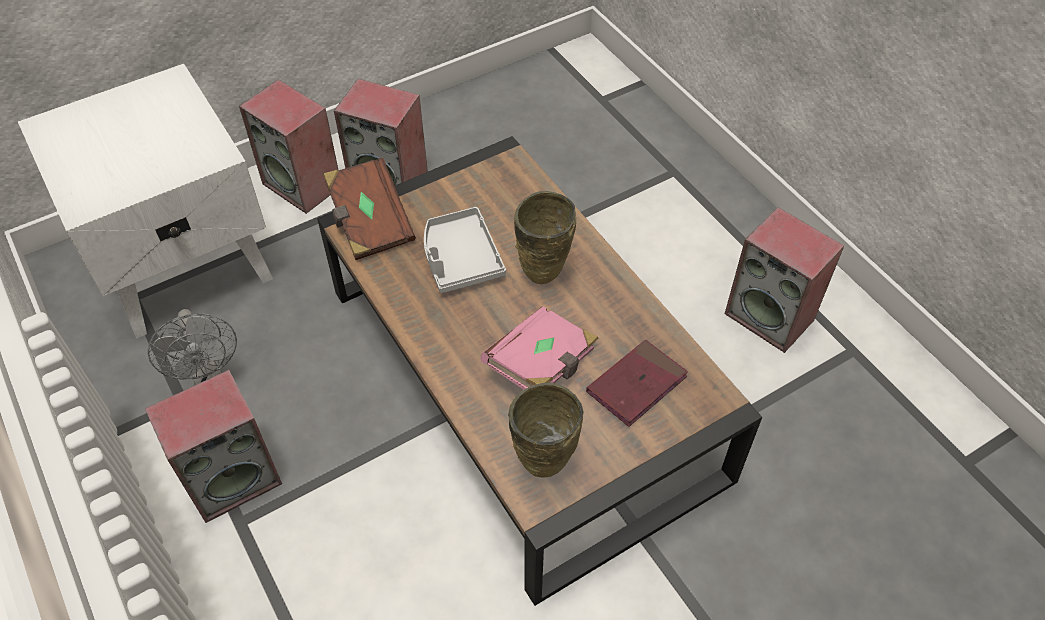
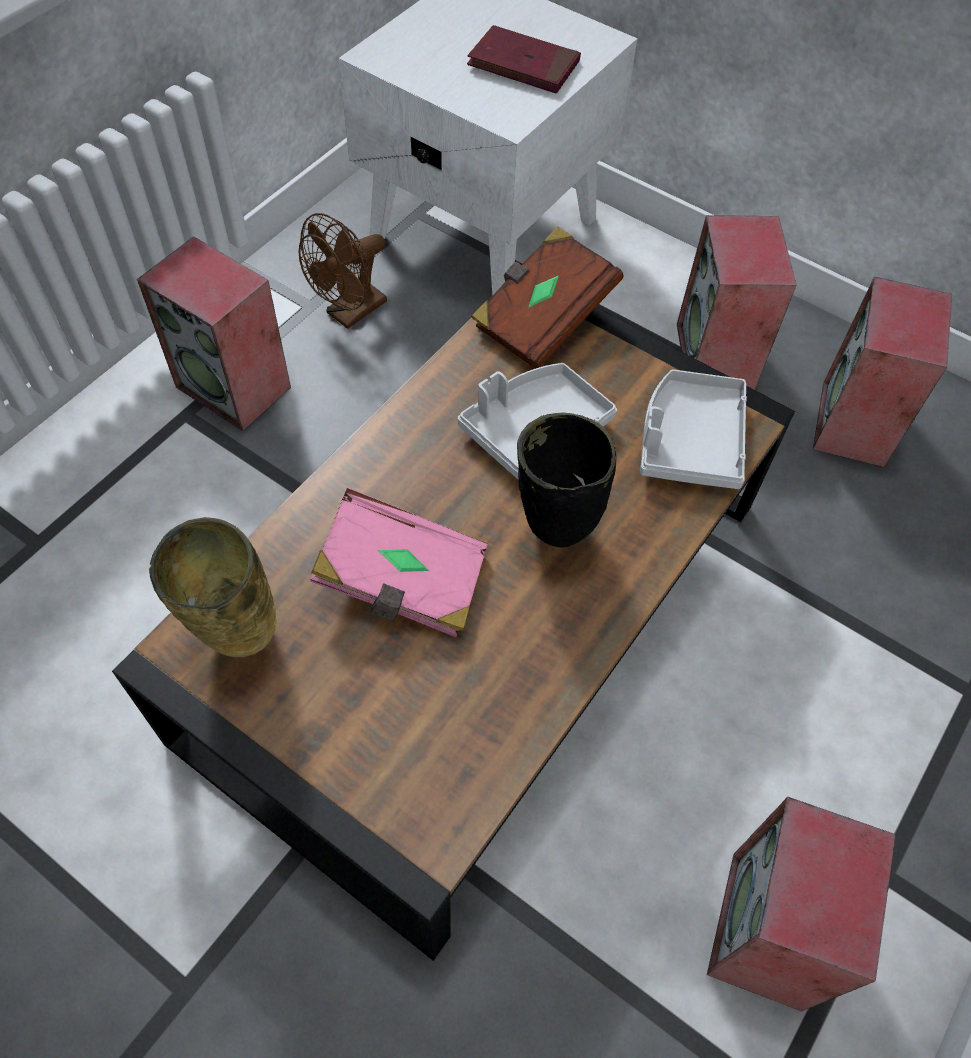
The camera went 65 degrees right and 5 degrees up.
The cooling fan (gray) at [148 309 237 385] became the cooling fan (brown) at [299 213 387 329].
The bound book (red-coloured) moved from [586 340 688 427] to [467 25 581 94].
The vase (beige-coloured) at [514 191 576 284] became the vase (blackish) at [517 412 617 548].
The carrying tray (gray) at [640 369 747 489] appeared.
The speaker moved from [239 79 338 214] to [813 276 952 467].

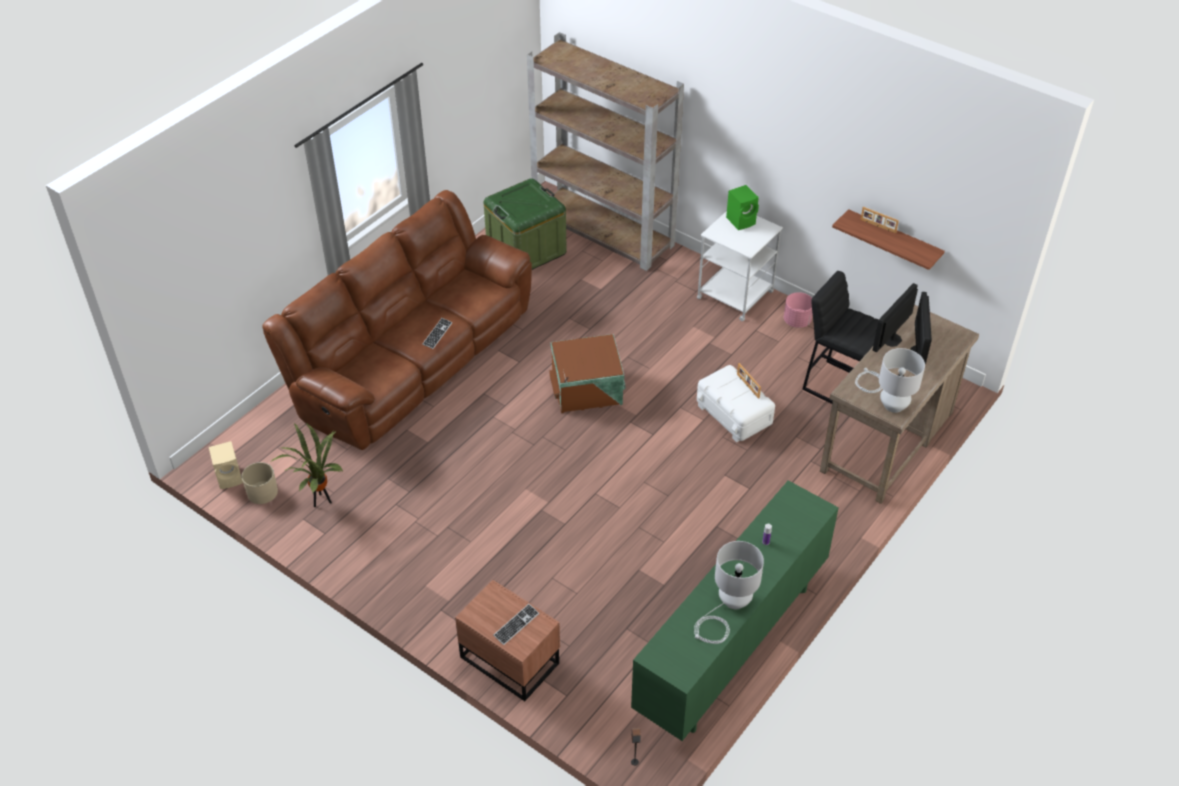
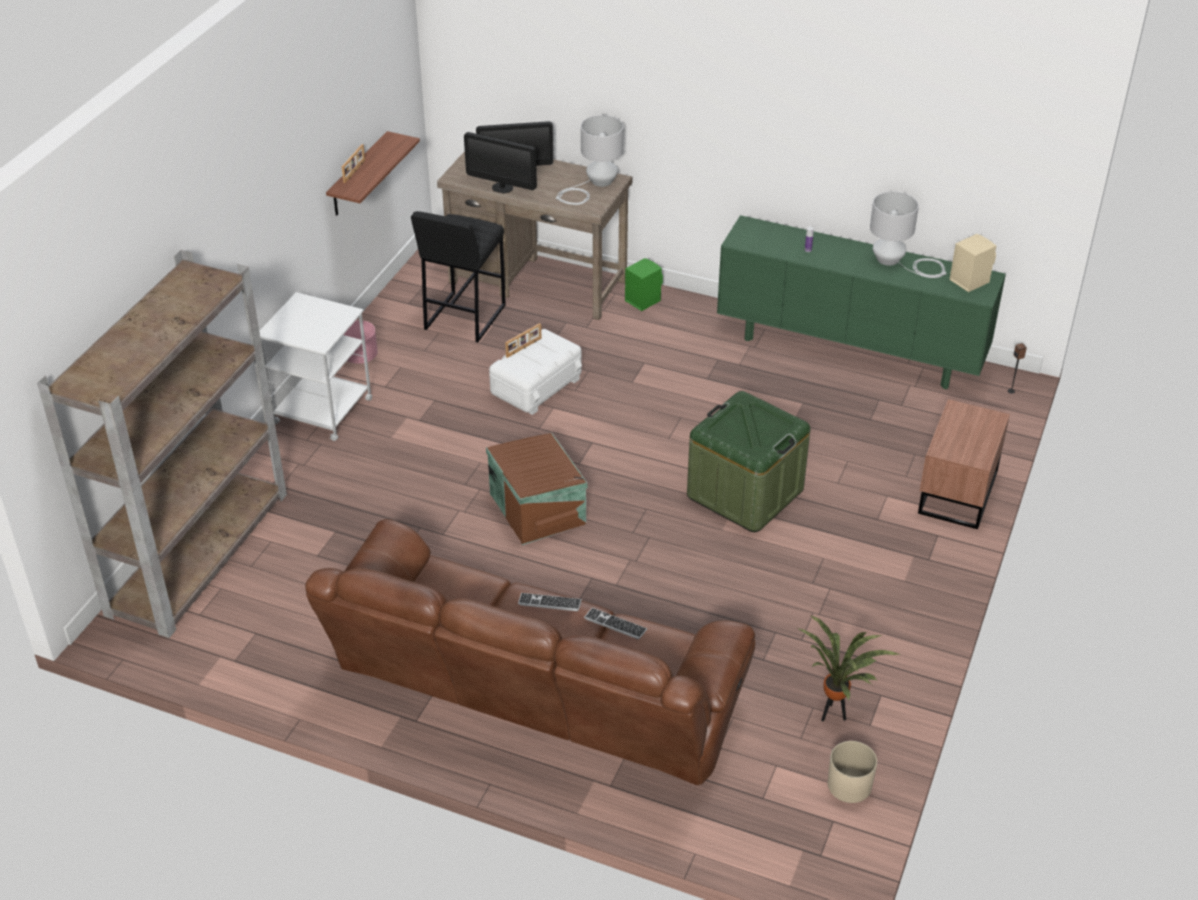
The camera went 105 degrees left and 5 degrees down.
The keyboard moved from [493 604 539 645] to [584 608 647 640].
The speaker (green) moved from [726 185 759 230] to [625 258 663 311].
The storage bin (green) moved from [484 178 567 270] to [687 391 810 532].
The speaker (beige-coloured) moved from [209 441 243 489] to [949 234 996 292].

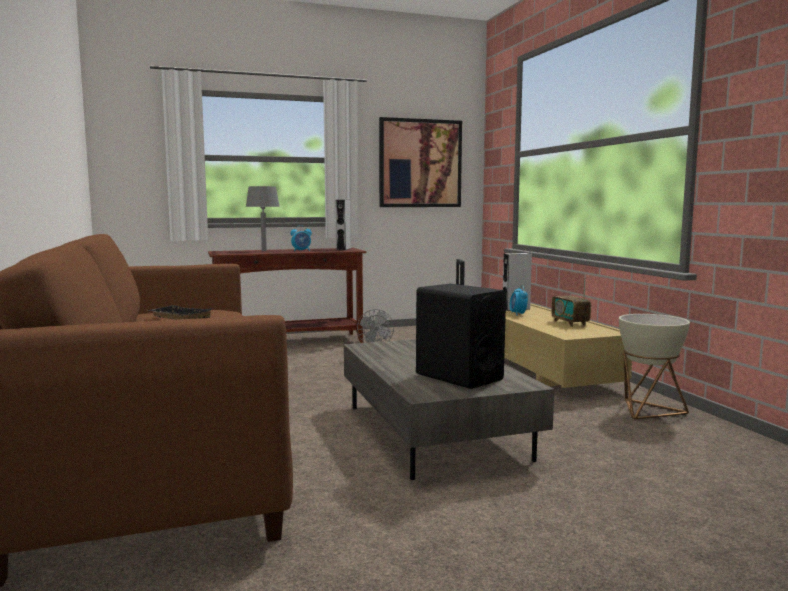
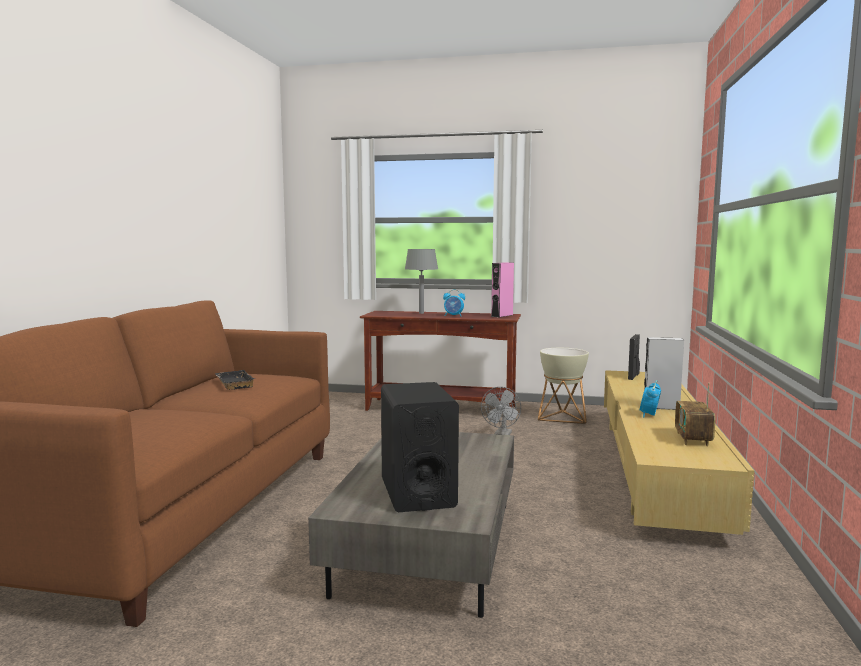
The camera went 30 degrees right and 0 degrees up.
The speaker (gray) at [336 200 351 250] became the speaker (pink) at [491 262 514 318].
The plant pot moved from [619 314 690 419] to [538 348 589 424].
The picture at [379 117 462 207] disappeared.

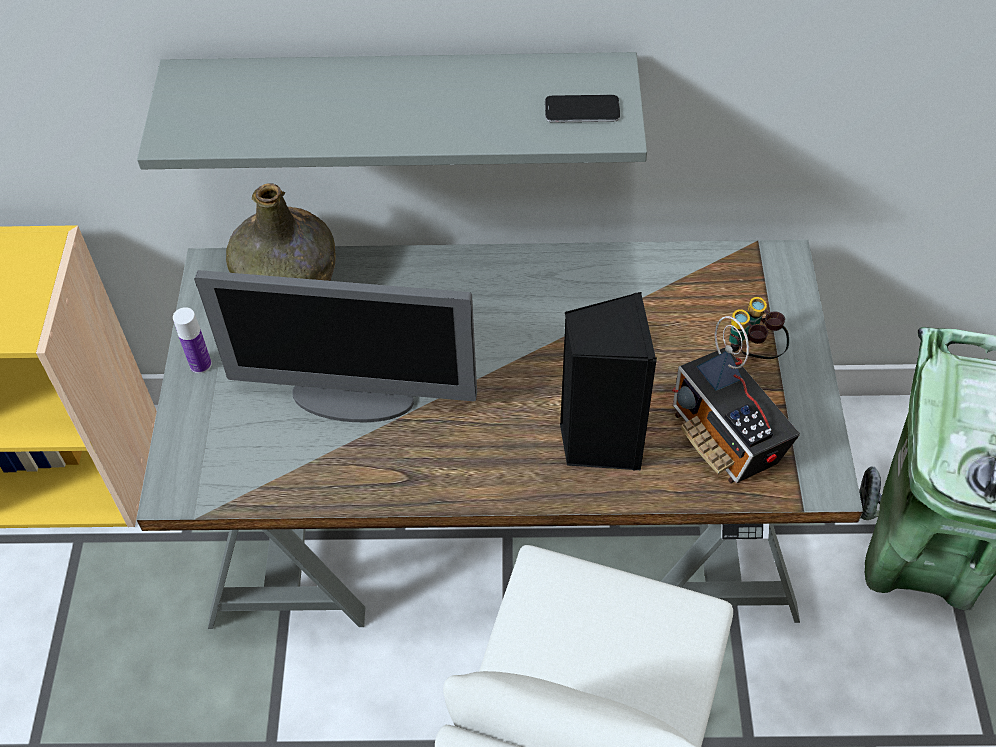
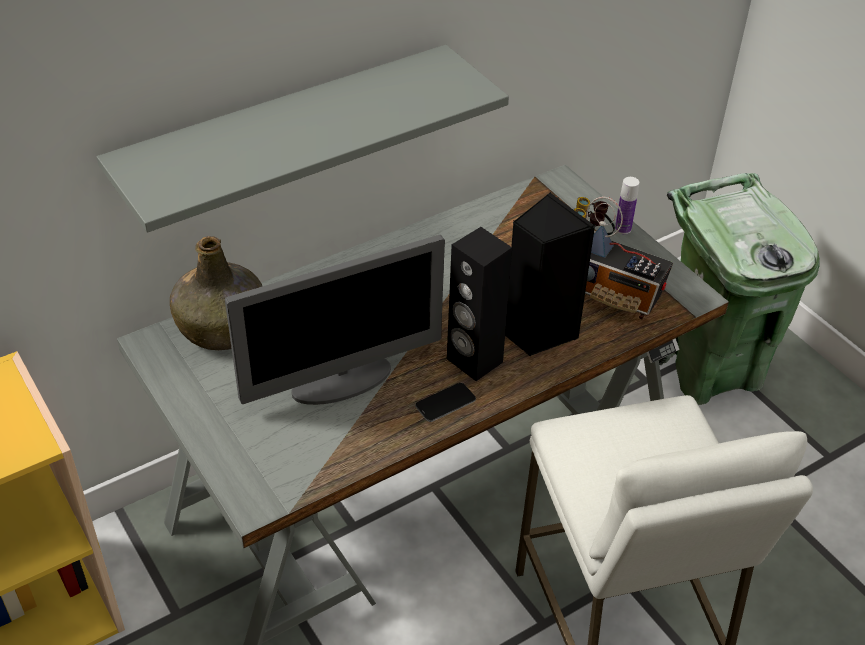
The camera went 35 degrees left and 10 degrees down.
The telephone moved from [545 95 620 123] to [415 383 476 422].
The speaker (blackish) at [447 227 512 381] appeared.
The drink bottle moved from [173 307 212 374] to [615 177 639 234].

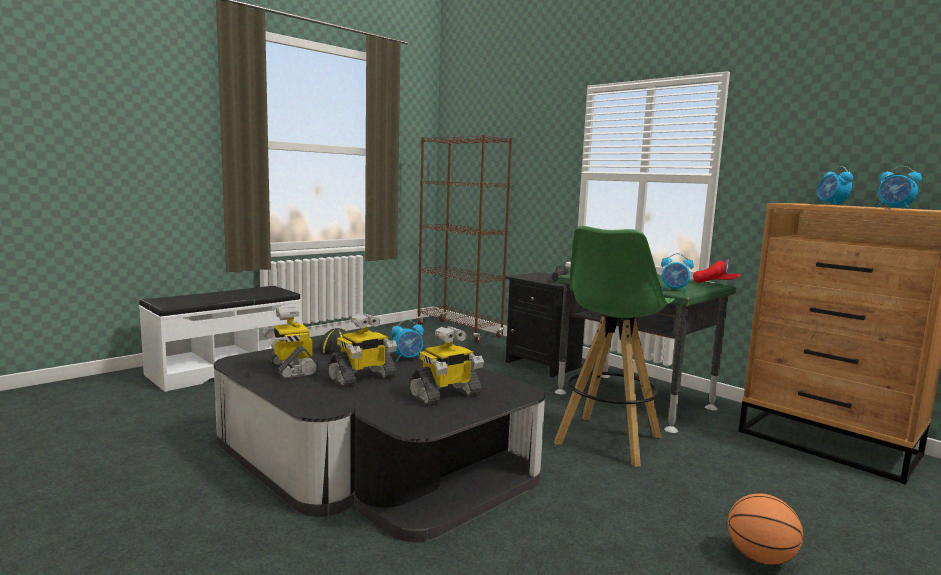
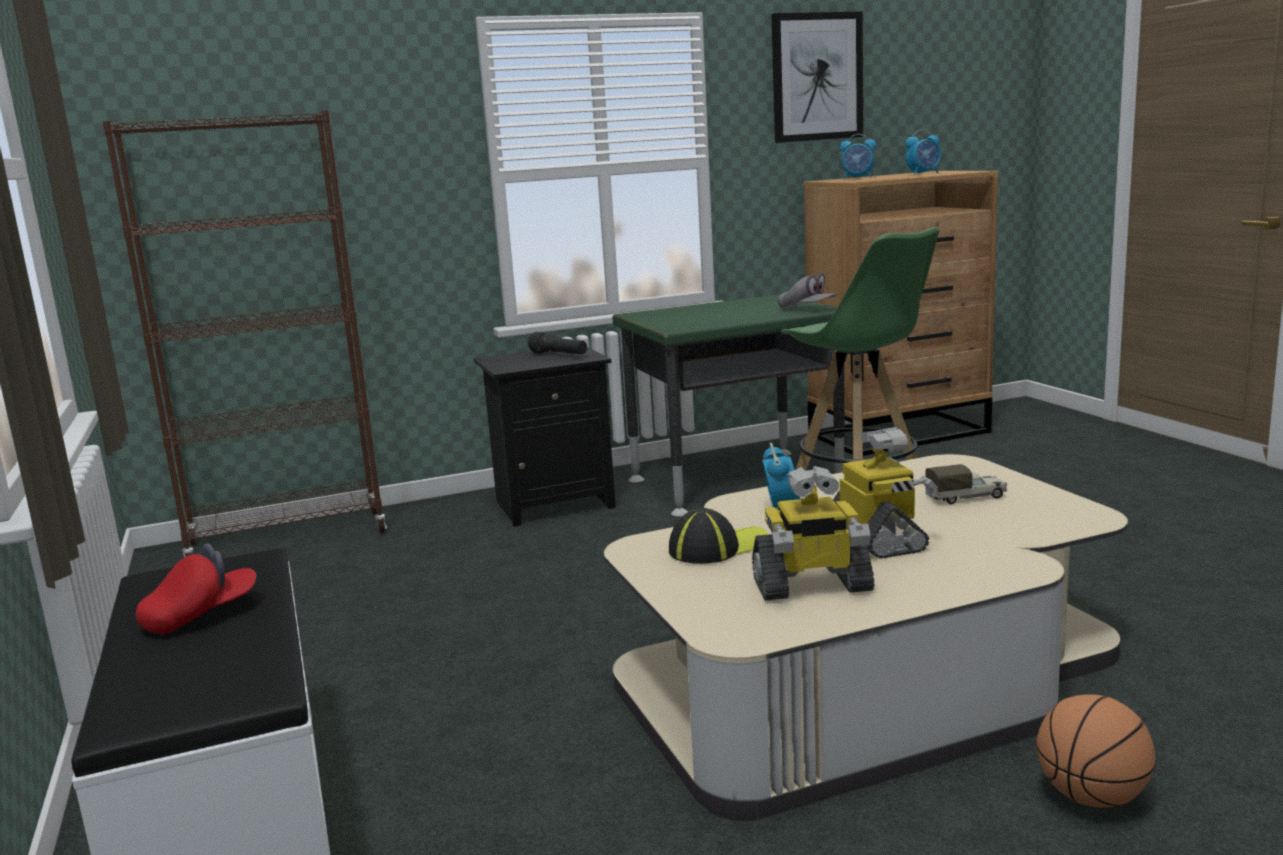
The camera went 65 degrees left and 5 degrees up.
The cap (red-coloured) moved from [693 259 741 283] to [136 544 257 634].
The coffee table (blackish) at [214 340 545 542] became the coffee table (beige-coloured) at [604 454 1128 821].
The picture at [771 11 863 143] appeared.
The table clock at [661 253 694 292] was replaced by the cap (gray) at [778 273 837 309].
The model robot at [409 326 484 405] was replaced by the toy truck at [925 464 1007 504].
The ball for basketball moved from [728 494 803 565] to [1036 694 1156 807].

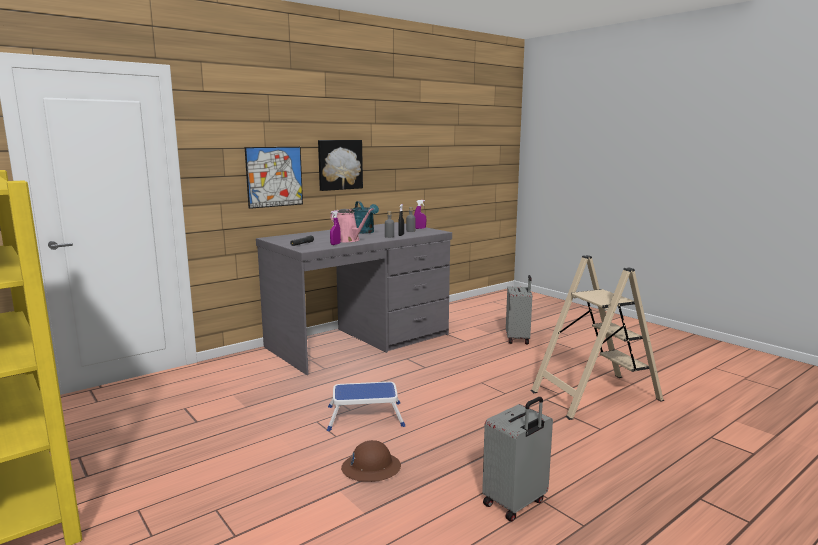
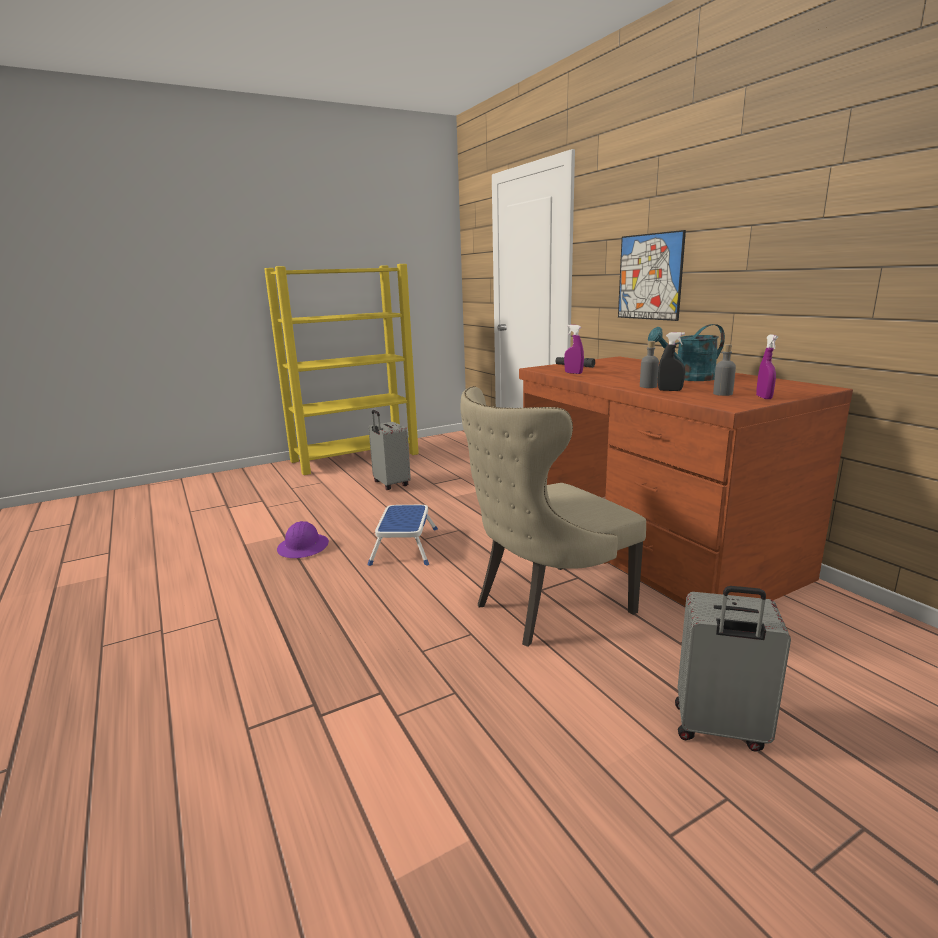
The camera went 100 degrees right and 5 degrees up.
The safety helmet (brown) at [341 440 401 482] became the safety helmet (purple) at [277 521 329 558].
The piece of luggage (gray) moved from [482 397 553 522] to [369 410 411 490].
The chair (beige-coloured) at [461 386 646 647] appeared.
The desk unit (gray) at [256 222 452 375] became the desk unit (brown) at [519 356 853 606].
The picture at [318 140 363 191] disappeared.
The watering can (pink) at [330 208 373 242] disappeared.
The step ladder (beige-coloured) at [530 255 664 420] disappeared.

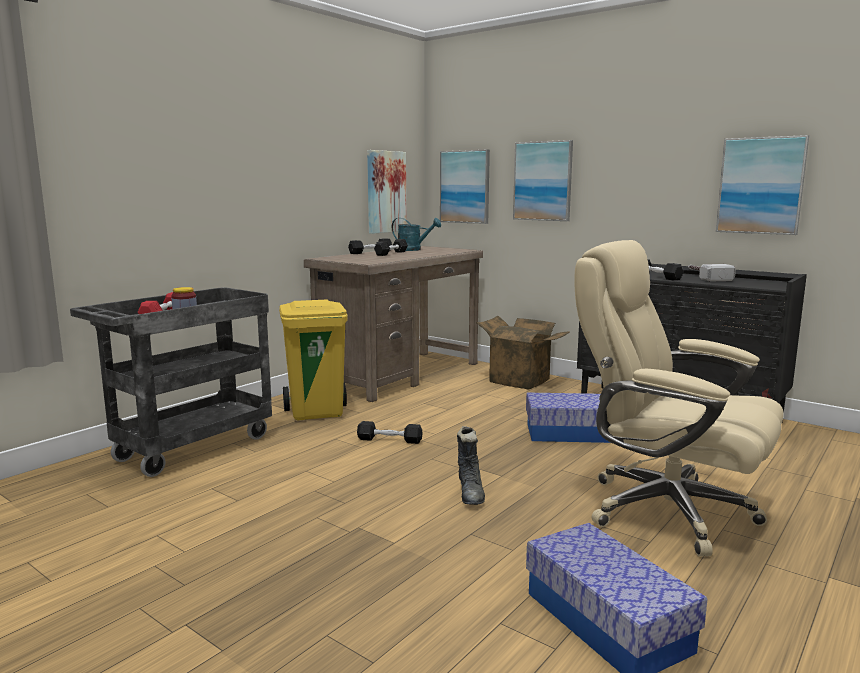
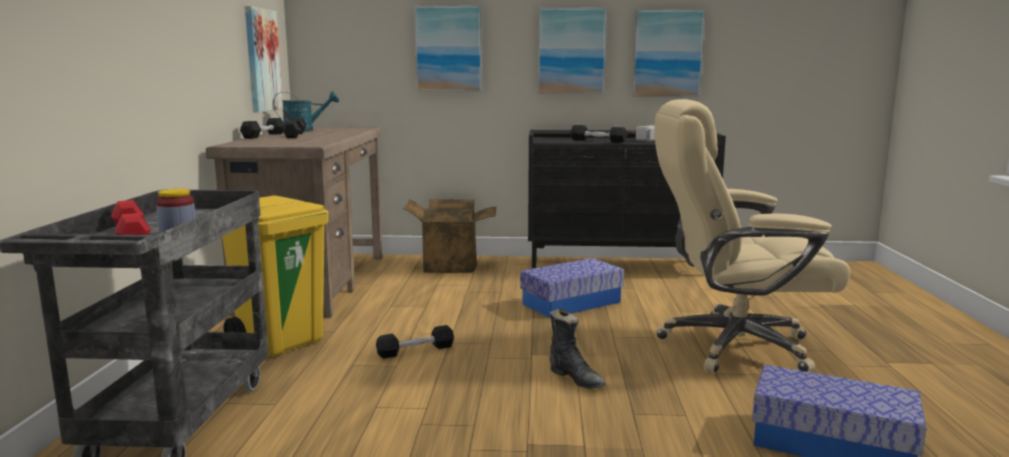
The camera went 35 degrees left and 0 degrees up.
The picture moved from [440 150 490 224] to [538 7 607 94].

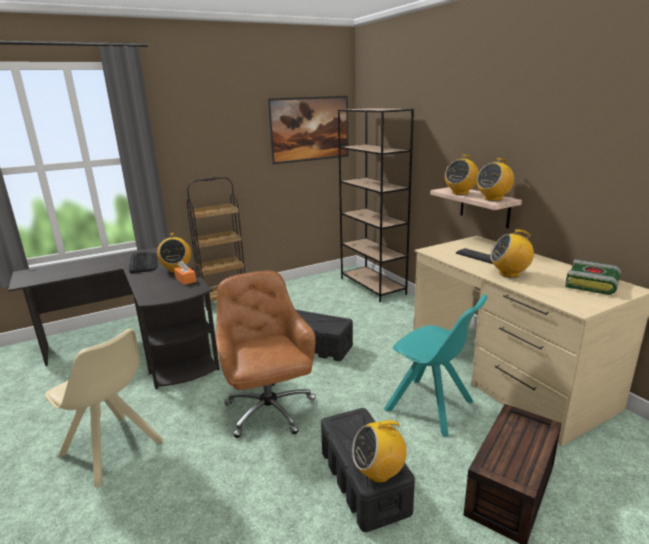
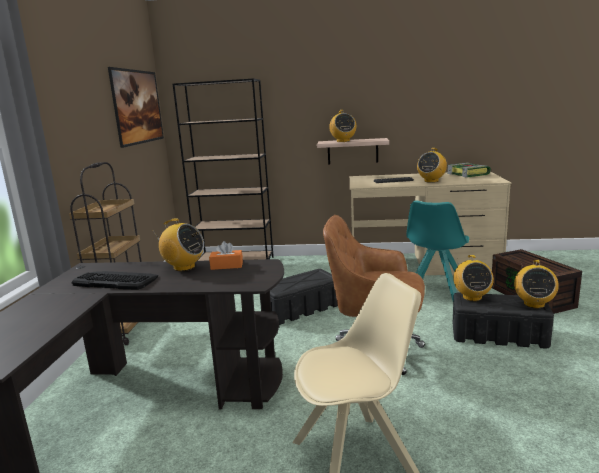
The camera went 55 degrees left and 5 degrees down.
The chair (turquoise-coloured) at [384 294 488 437] turned 135 degrees clockwise.
The radio receiver moved from [477 158 514 201] to [453 255 494 301].

